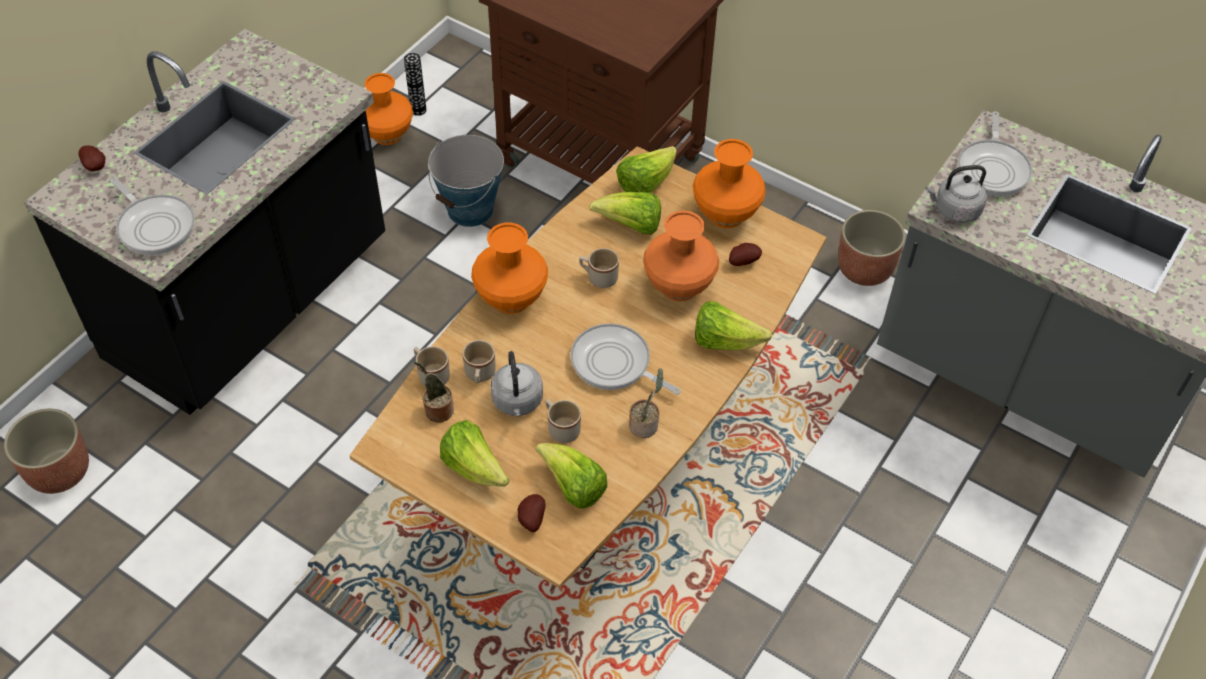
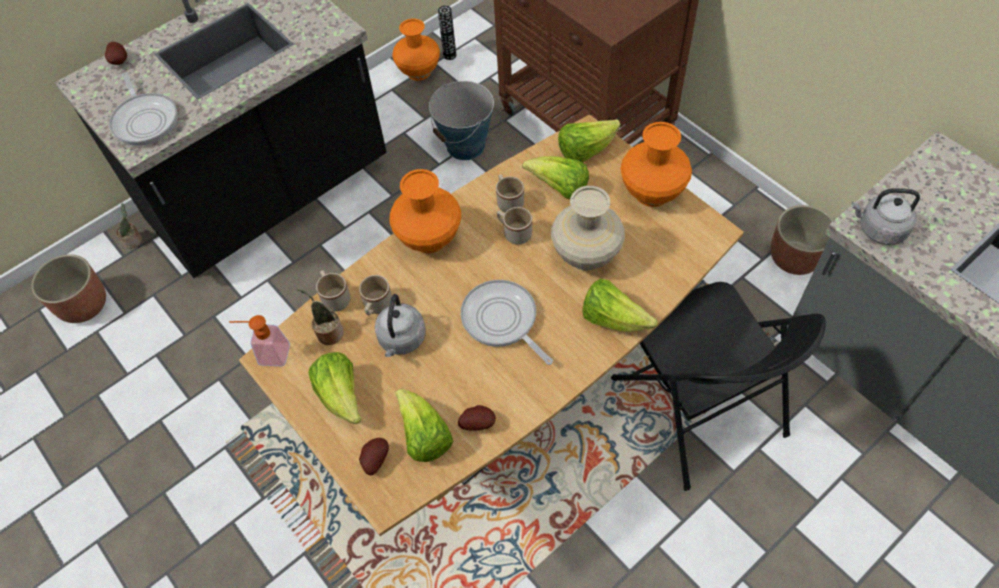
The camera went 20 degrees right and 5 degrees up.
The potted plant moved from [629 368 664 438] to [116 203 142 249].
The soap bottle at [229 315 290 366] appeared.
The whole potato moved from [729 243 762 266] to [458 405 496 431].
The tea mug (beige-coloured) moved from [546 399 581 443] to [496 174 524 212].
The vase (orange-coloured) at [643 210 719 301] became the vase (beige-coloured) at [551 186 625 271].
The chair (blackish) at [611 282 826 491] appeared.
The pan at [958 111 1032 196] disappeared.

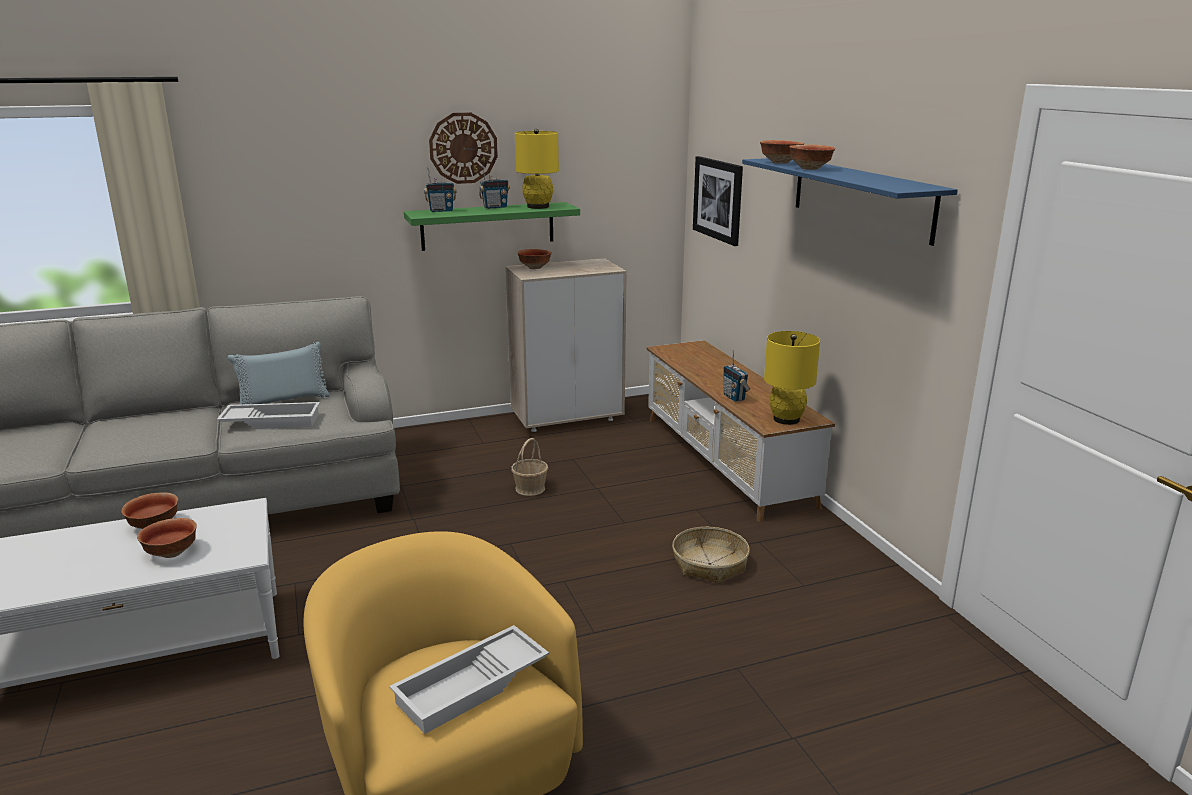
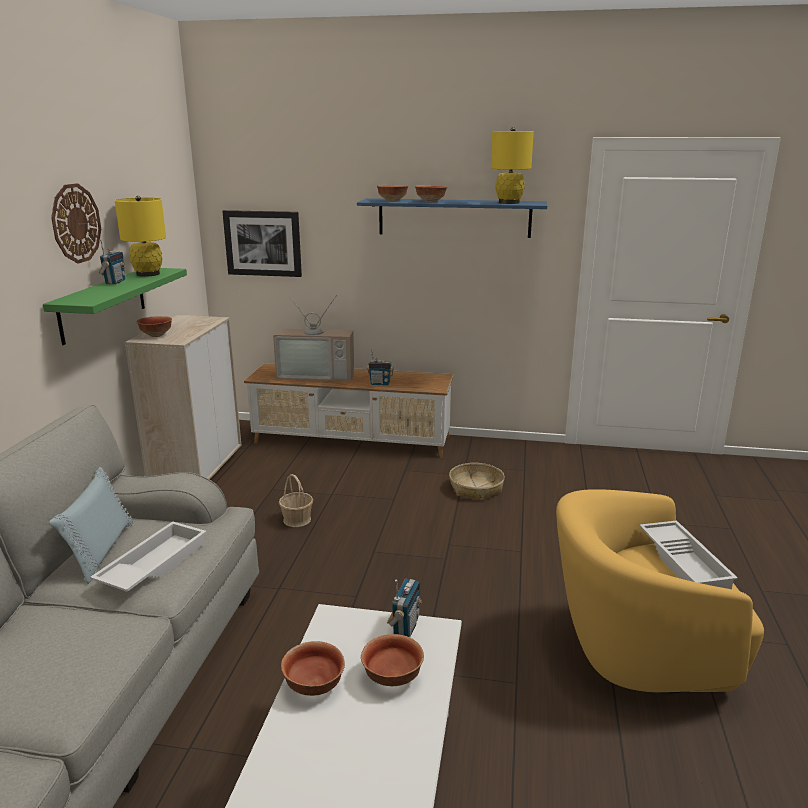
The camera went 60 degrees left and 0 degrees up.
The TV set at [273 295 355 381] appeared.
The radio receiver moved from [424 167 456 212] to [387 579 422 637].
The tabletop lamp (yellowish) moved from [764 331 820 425] to [491 127 534 204].

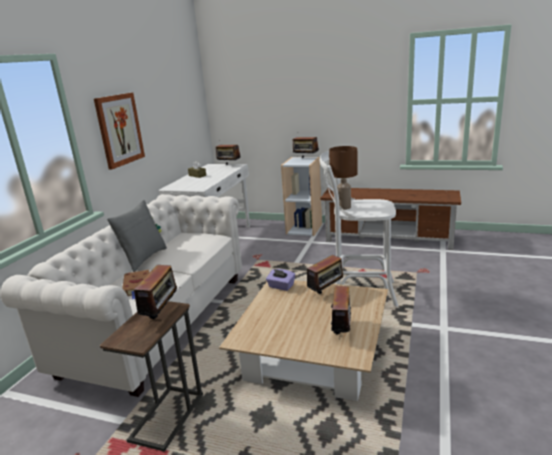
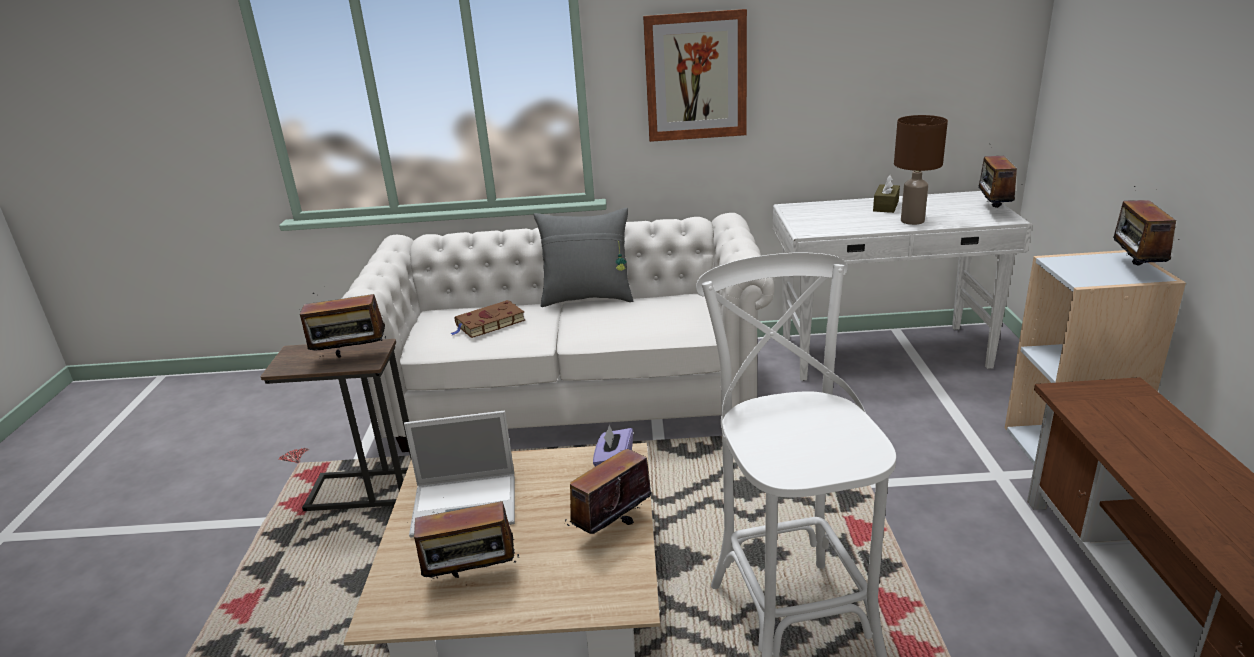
The camera went 70 degrees right and 5 degrees up.
The notebook computer at [404 411 515 538] appeared.
The radio receiver at [307 255 346 294] turned 105 degrees clockwise.
The tabletop lamp (brown) moved from [329 146 358 210] to [894 115 948 225].

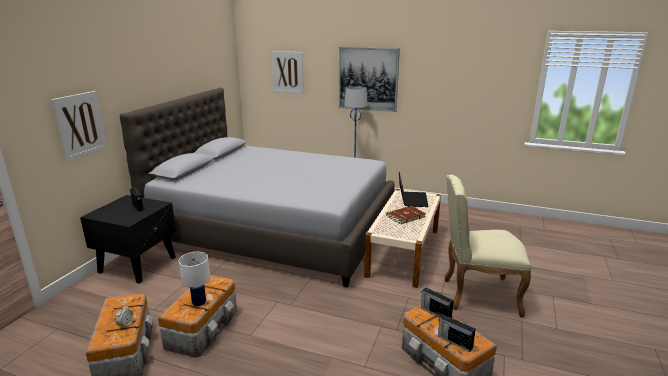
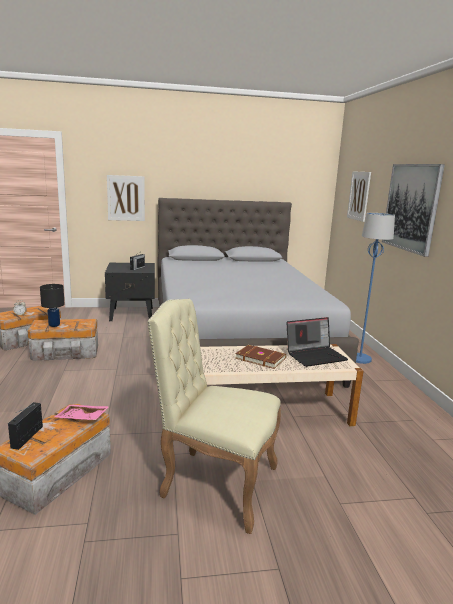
The camera went 60 degrees right and 5 degrees down.
The tabletop lamp (white) at [179 252 210 306] became the tabletop lamp (blackish) at [40 284 65 327].
The radio receiver at [421 288 454 318] was replaced by the carrying tray (pink) at [55 405 110 421].
The chair (beige-coloured) at [445 174 531 318] turned 45 degrees counterclockwise.

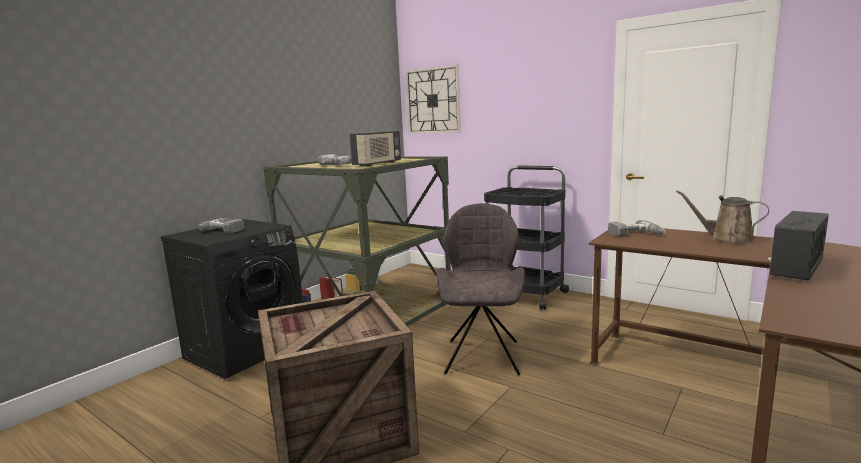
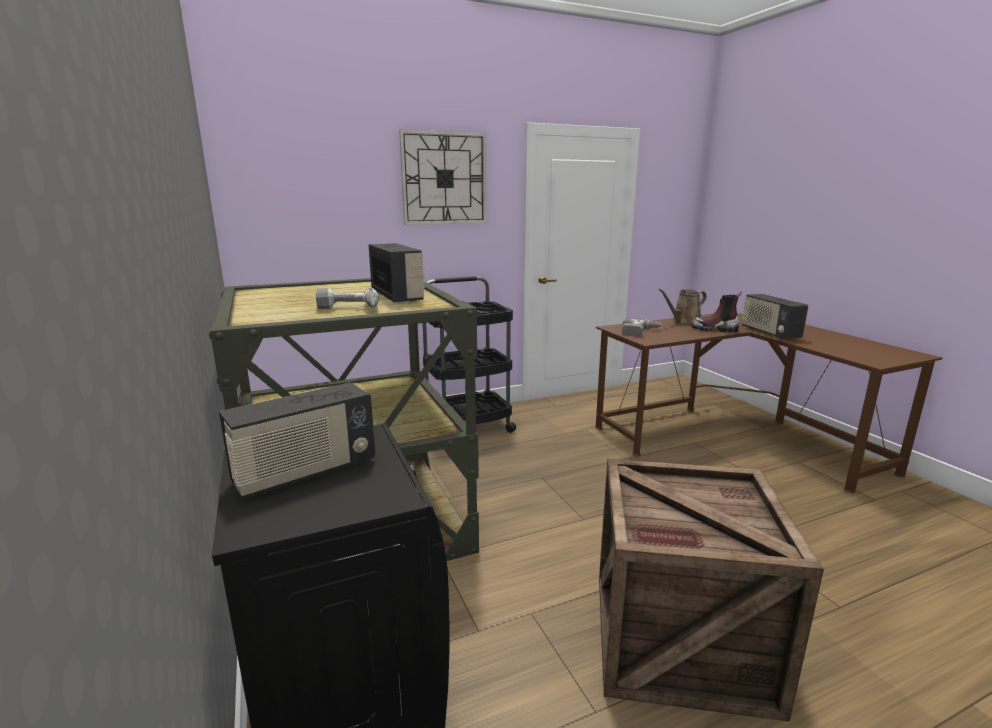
The camera went 60 degrees left and 5 degrees up.
The electric drill at [198 218 244 233] was replaced by the radio receiver at [219 383 375 499].
The clock on the wall moved from [405 64 461 134] to [399 129 487 225].
The tall boot at [691 292 742 332] appeared.
The chair (gray) at [437 203 525 376] disappeared.

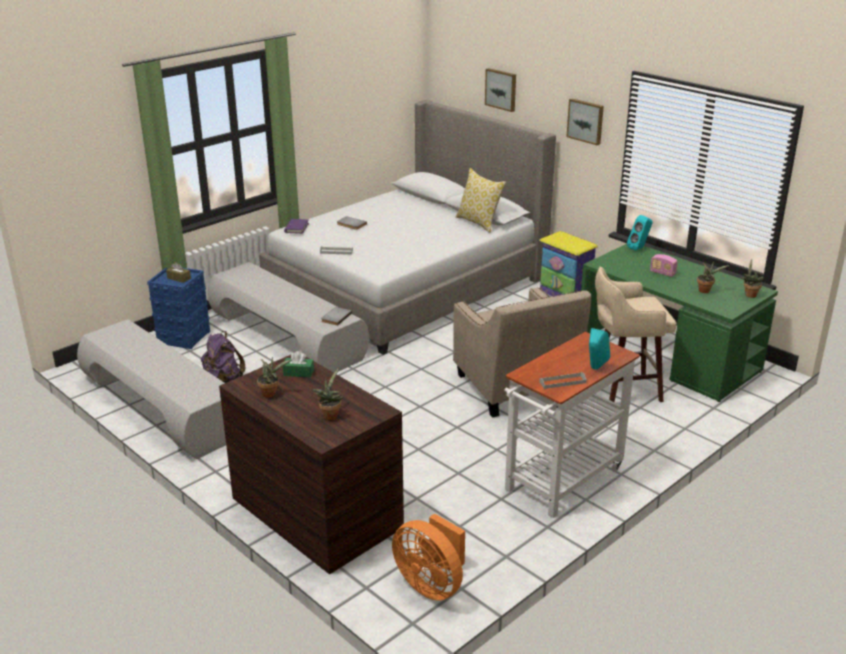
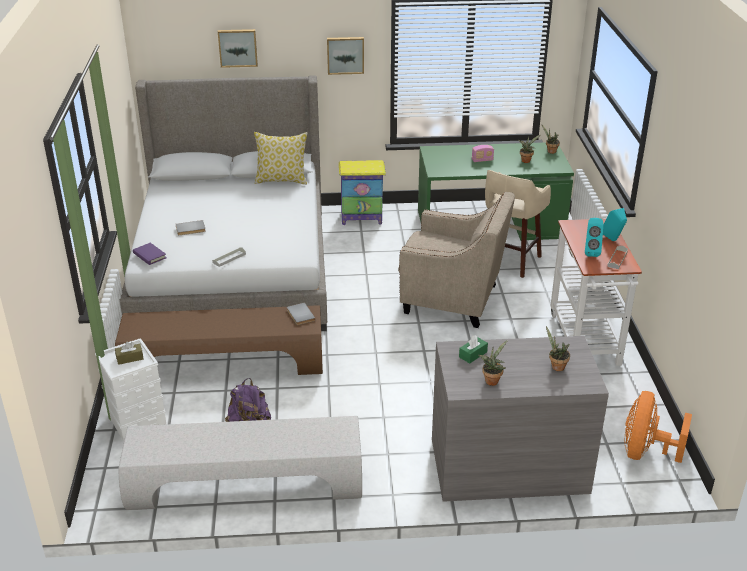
The camera went 50 degrees left and 5 degrees up.
The storage bin (blue-coloured) at [147 268 210 349] became the storage bin (white) at [95 338 167 441].
The long seat (gray) at [207 262 369 373] became the long seat (brown) at [115 305 323 375].
The dresser (brown) at [219 355 404 575] became the dresser (gray) at [432 336 609 502].
The speaker (turquoise-coloured) moved from [627 215 653 251] to [585 218 603 257].
The cooling fan (orange-coloured) at [392 513 465 601] turned 120 degrees clockwise.

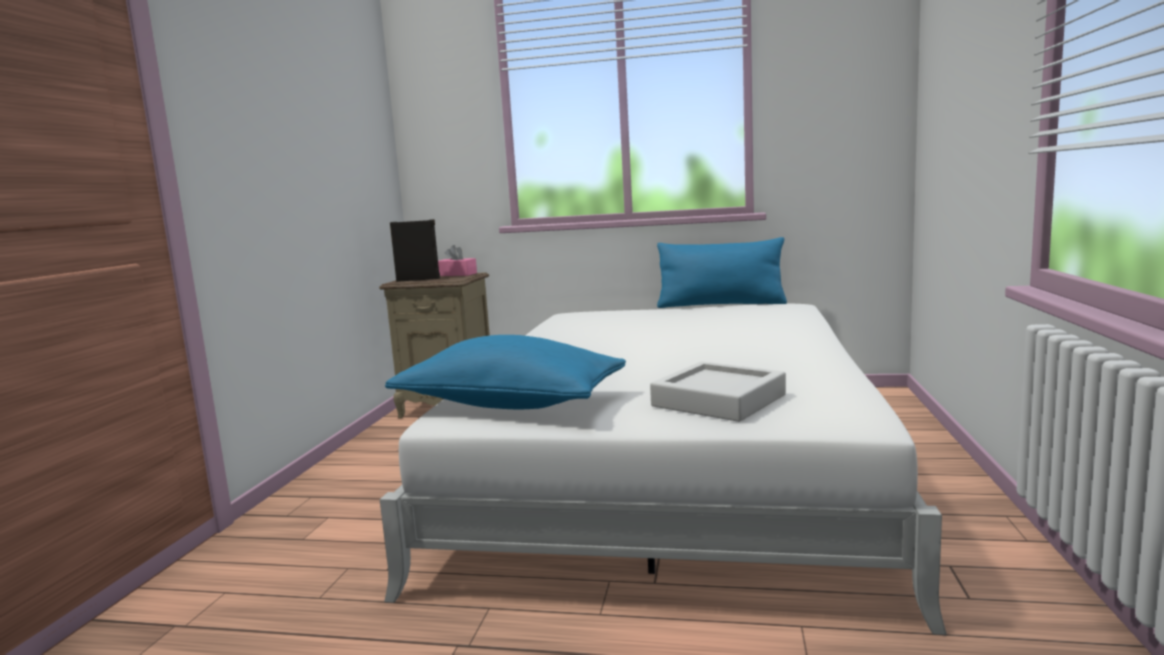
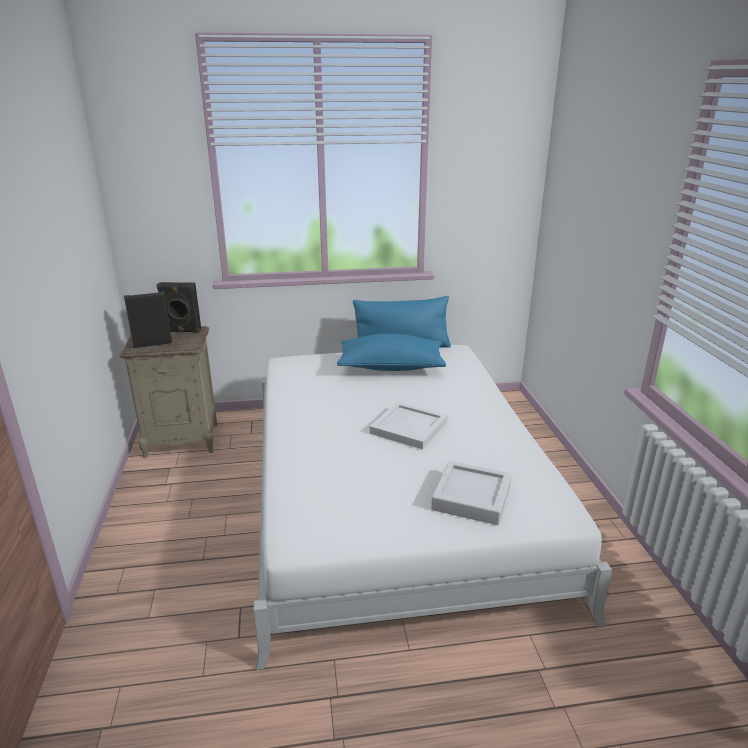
The camera went 20 degrees left and 15 degrees up.
The tissue holder (pink) at [438 245 477 276] was replaced by the speaker (blackish) at [156 282 201 333].
The pillow (blue-coloured) moved from [385 335 626 409] to [337 333 446 371].
The carrying tray (white) at [370 402 448 449] appeared.

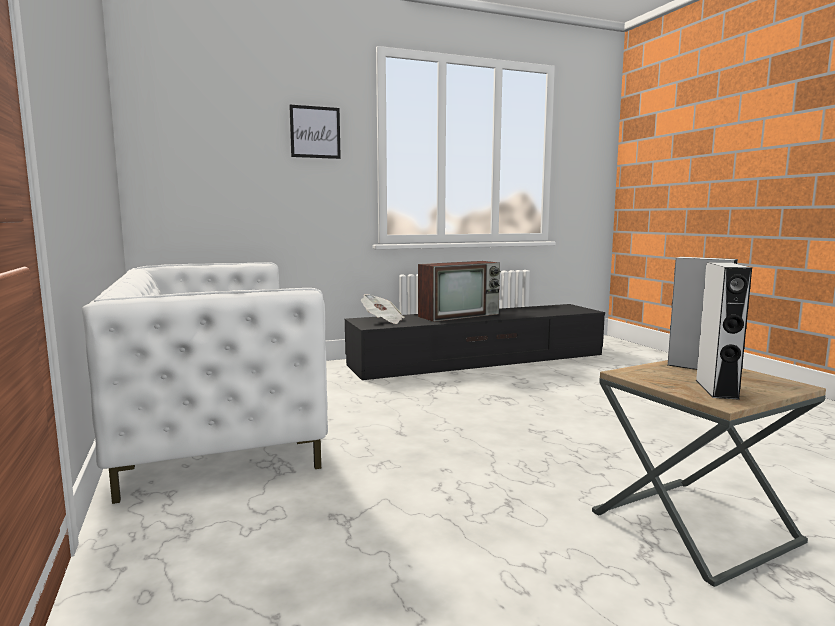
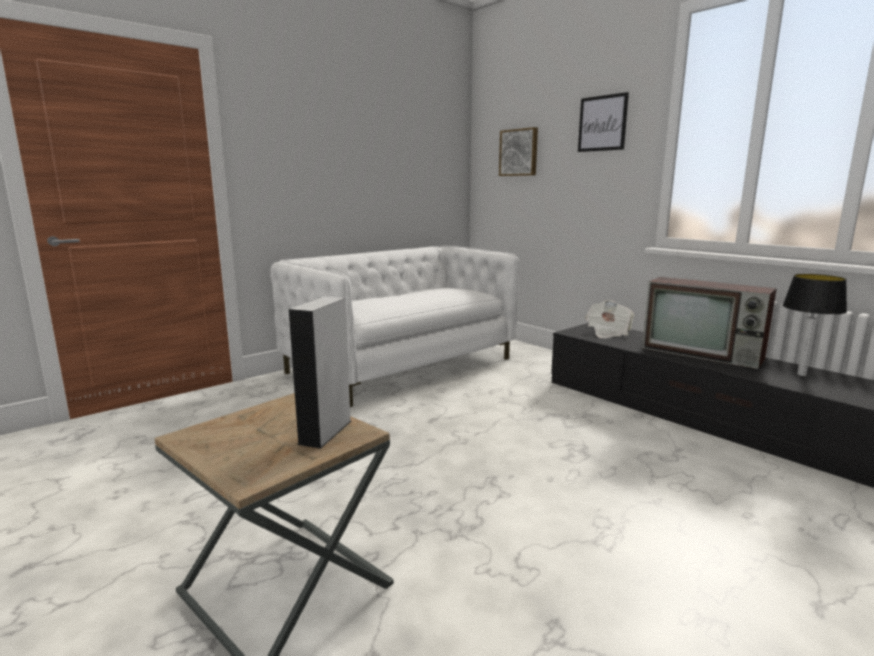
The camera went 70 degrees right and 5 degrees up.
The picture at [499 127 538 176] appeared.
The tabletop lamp at [782 274 847 376] appeared.
The speaker (gray) at [696 262 752 400] disappeared.

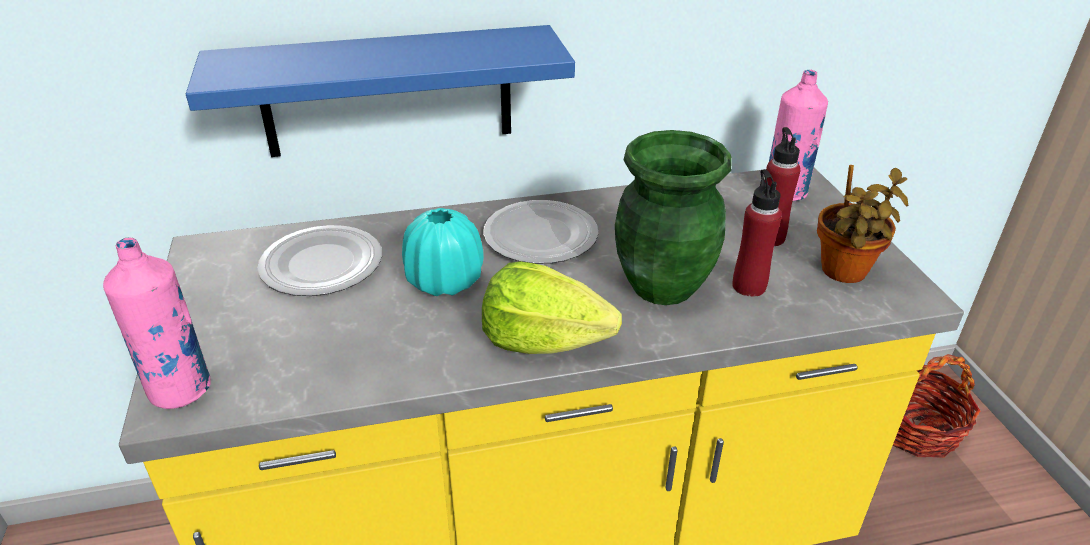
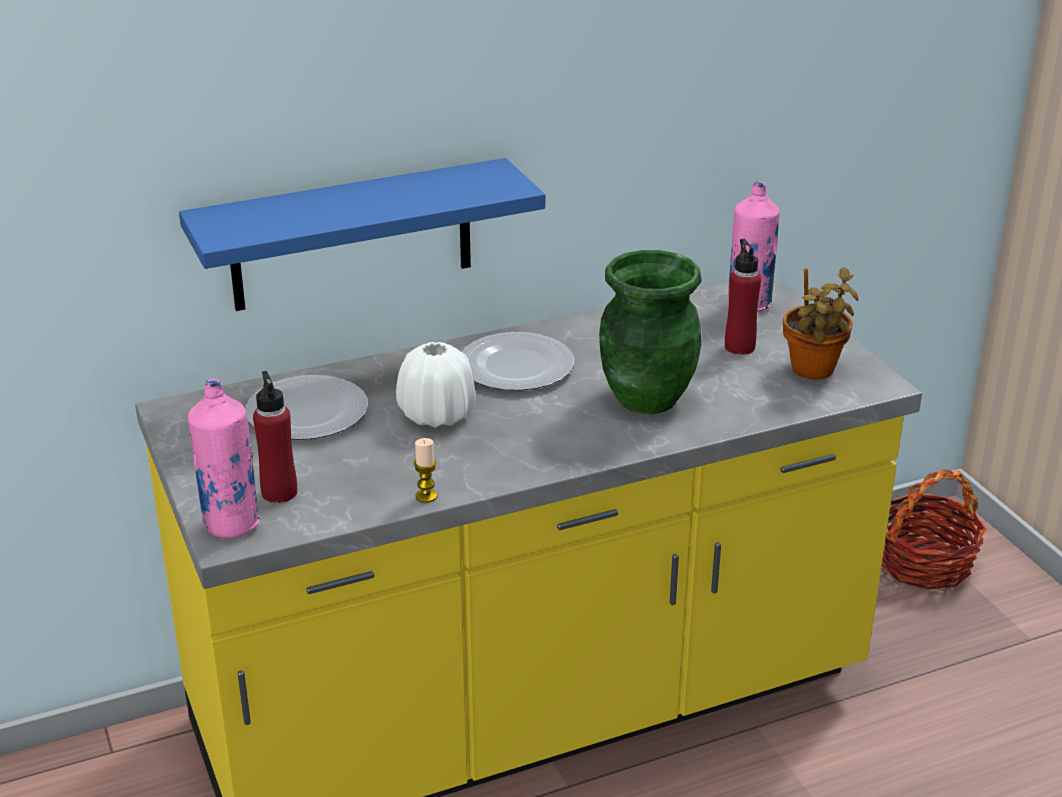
The camera went 10 degrees left and 5 degrees down.
The drink bottle (red-coloured) moved from [732 169 782 297] to [253 371 297 503].
The vase (turquoise-coloured) at [402 208 484 296] became the vase (white) at [396 342 476 428].
The wax candle at [414 438 438 503] appeared.
The head of lettuce at [482 261 622 354] disappeared.

